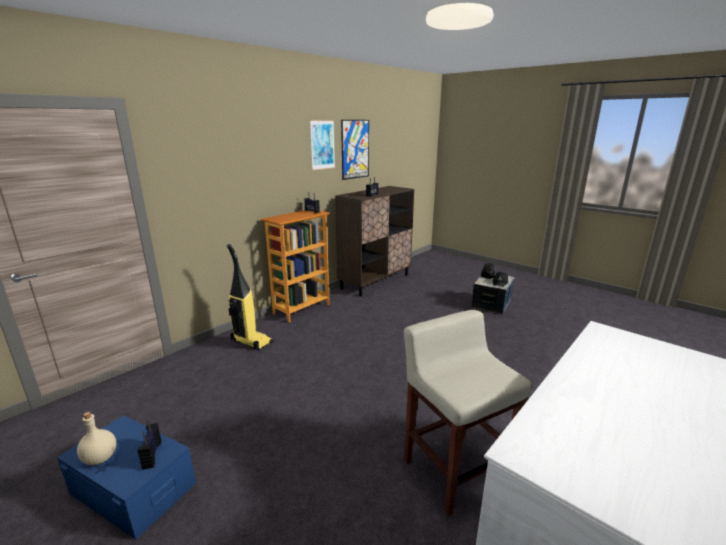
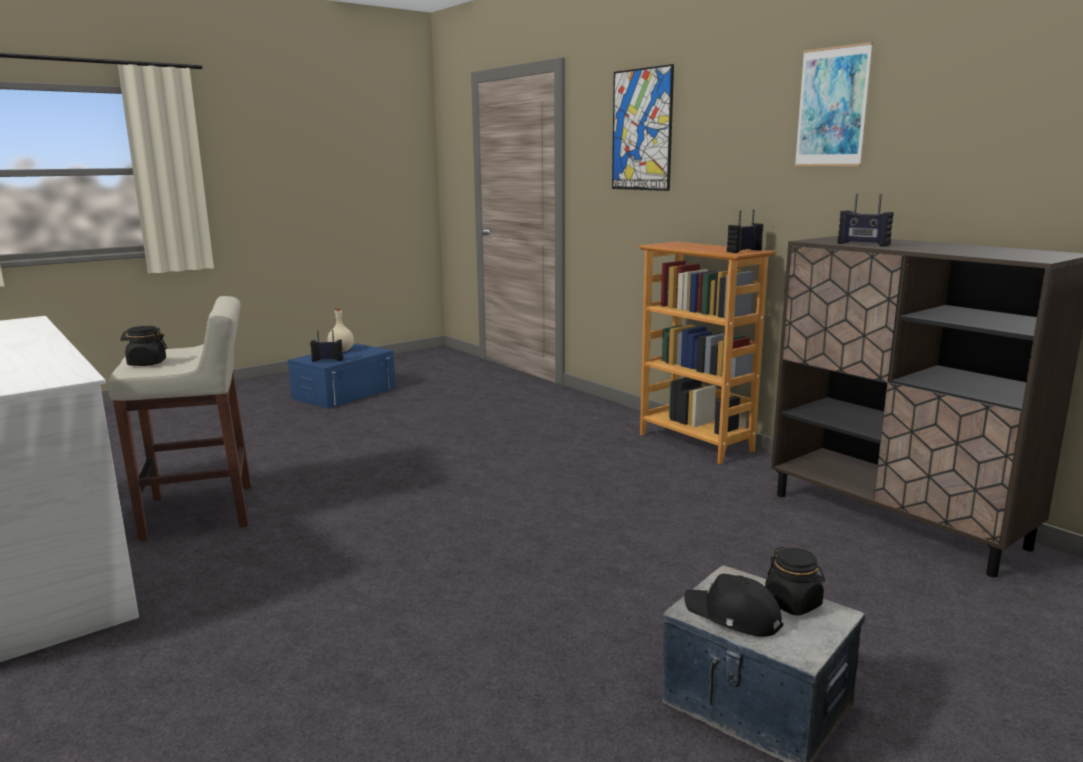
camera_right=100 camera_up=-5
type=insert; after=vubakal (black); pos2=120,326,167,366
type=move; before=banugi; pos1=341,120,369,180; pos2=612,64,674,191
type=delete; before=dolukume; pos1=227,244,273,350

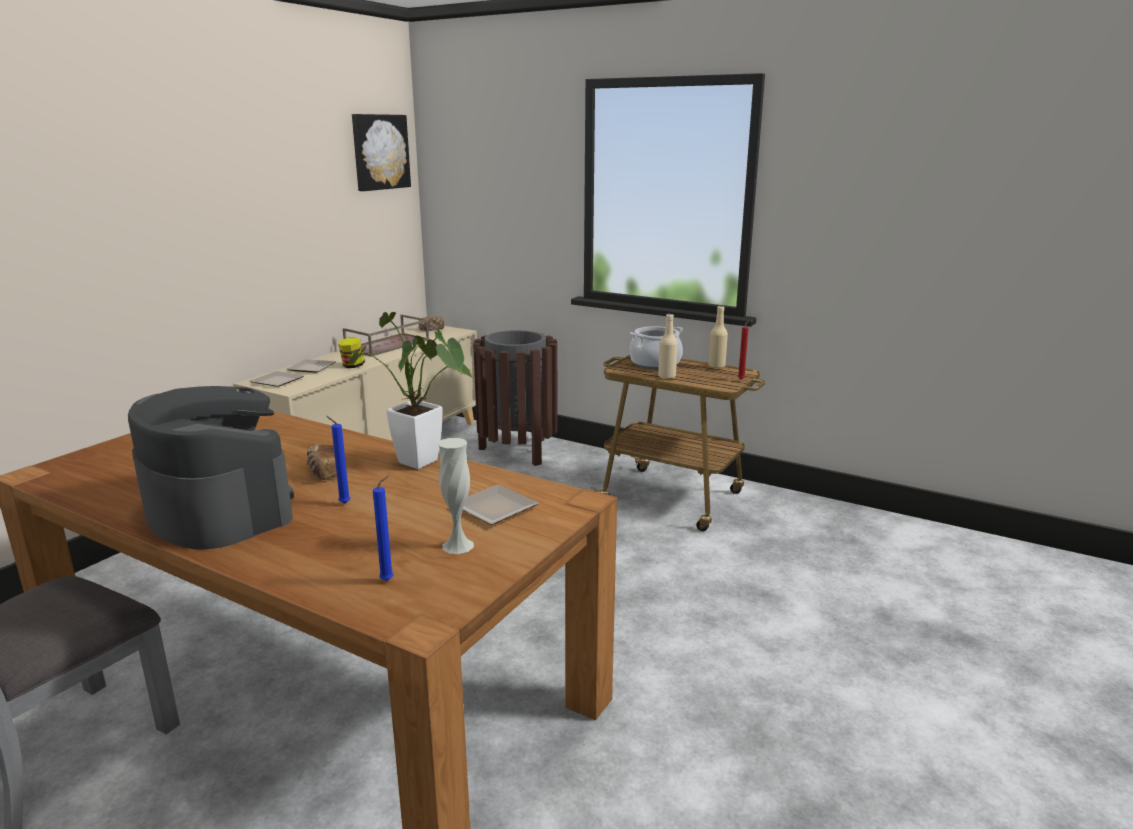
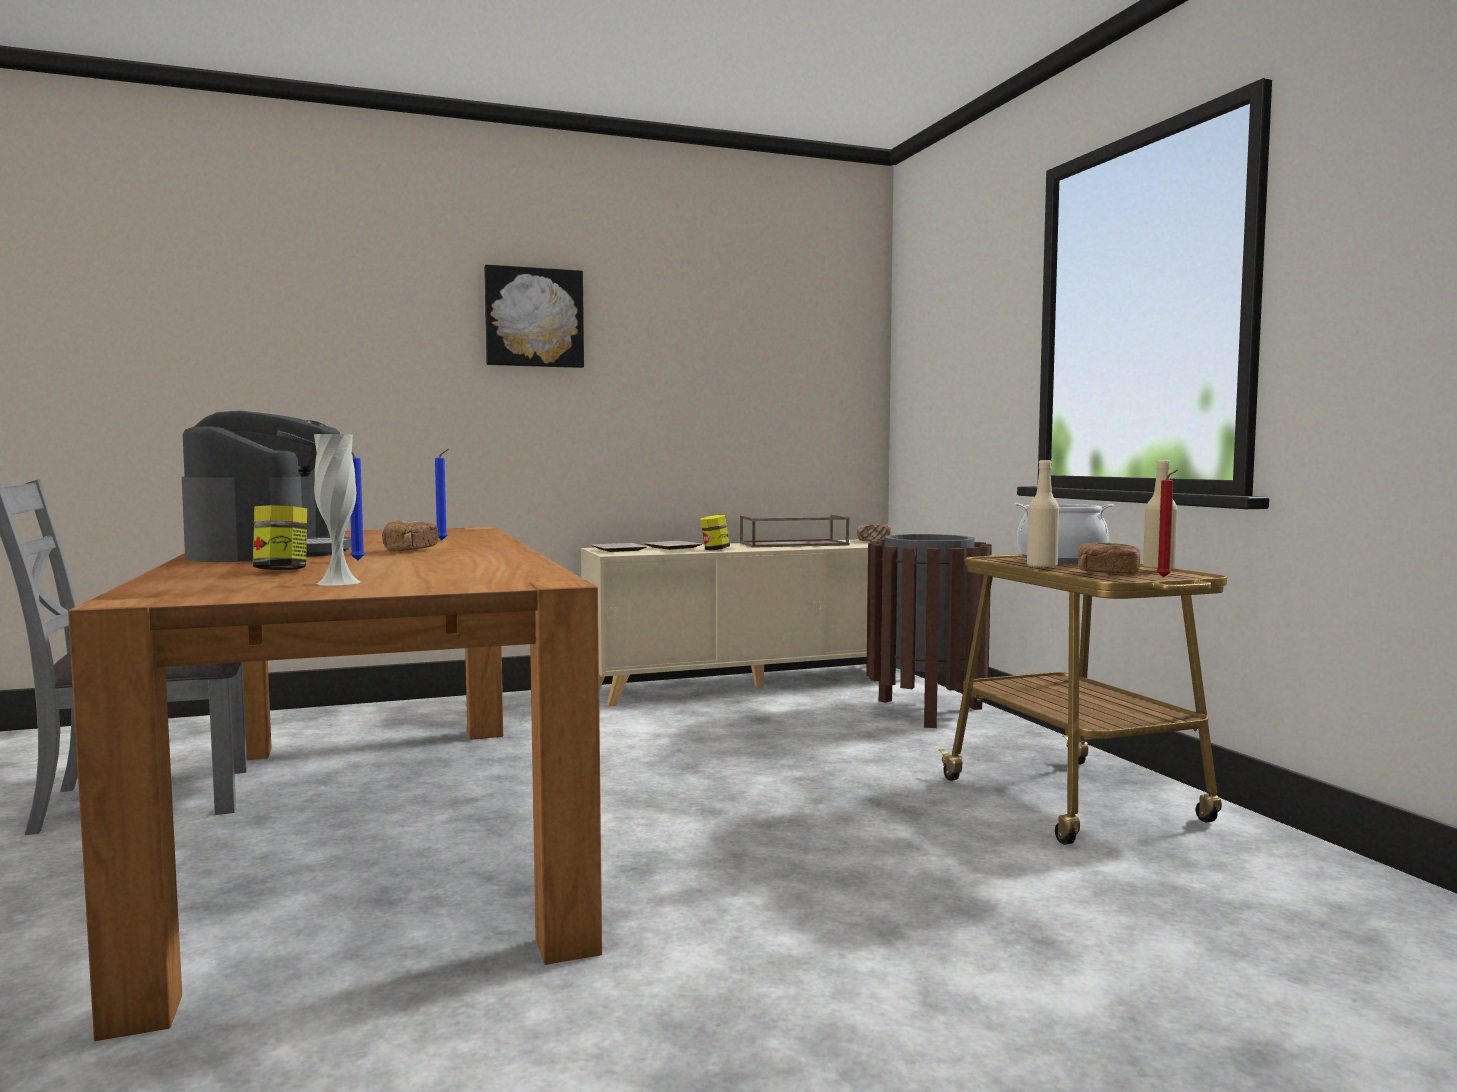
camera_right=40 camera_up=-15
type=insert; after=vubakal; pos2=253,505,307,570
type=move; before=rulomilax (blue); pos1=373,475,394,581; pos2=435,449,449,540
type=move; before=banugi; pos1=352,114,411,191; pos2=484,265,584,368
type=insert; after=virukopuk; pos2=1078,543,1141,574
type=delete; before=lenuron; pos1=349,312,474,469
type=delete; before=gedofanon; pos1=463,484,539,525

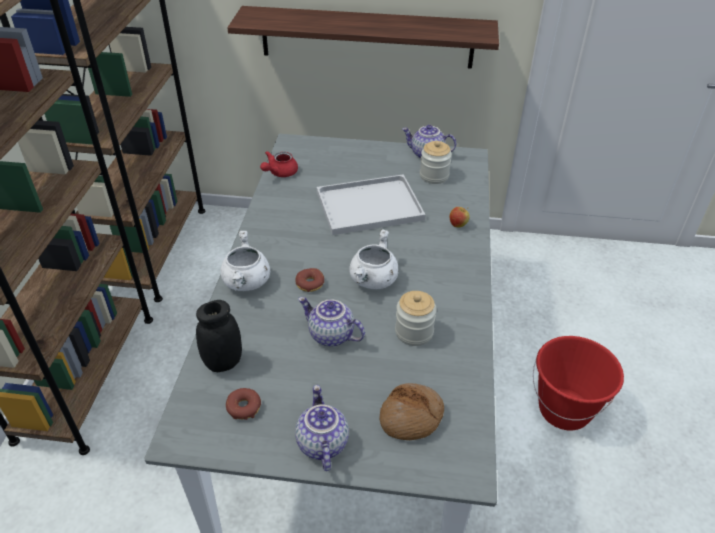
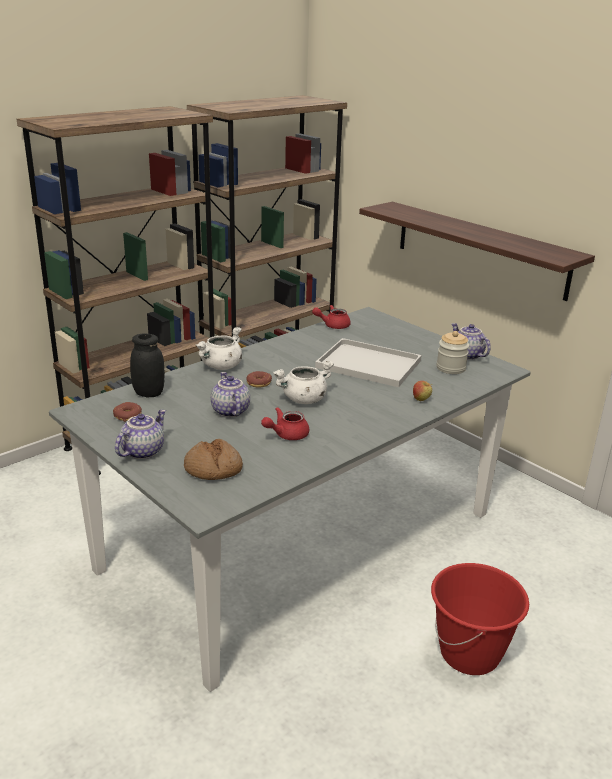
camera_right=40 camera_up=-15
type=replace; before=vubakal; after=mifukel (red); pos1=395,291,437,346; pos2=261,407,309,440

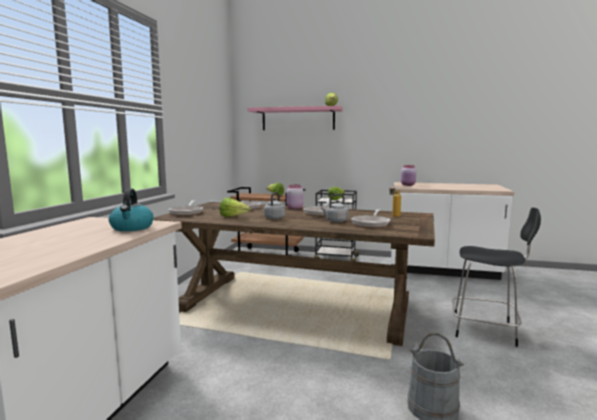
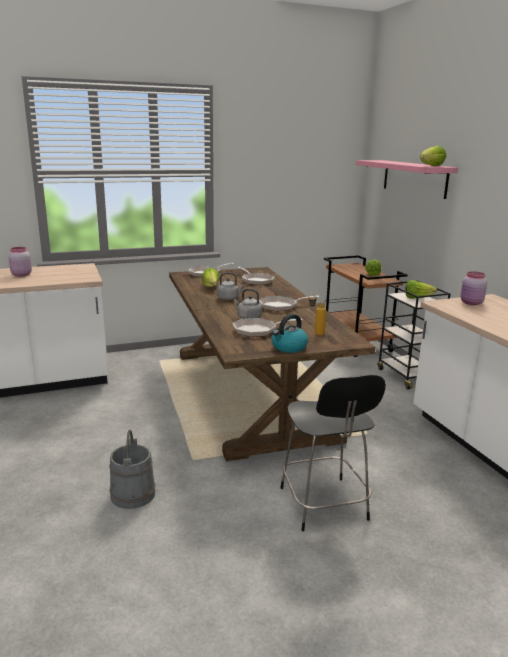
camera_right=55 camera_up=10
type=move; before=vubakal (pink); pos1=286,185,304,209; pos2=8,247,32,276
type=move; before=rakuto; pos1=109,189,154,231; pos2=271,314,308,353

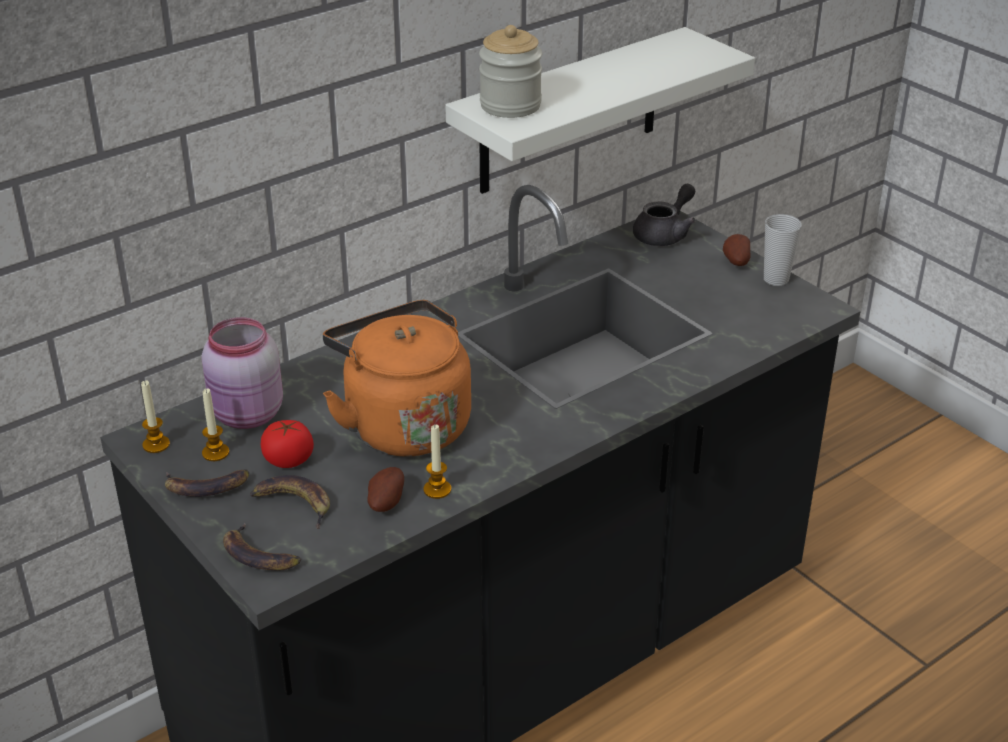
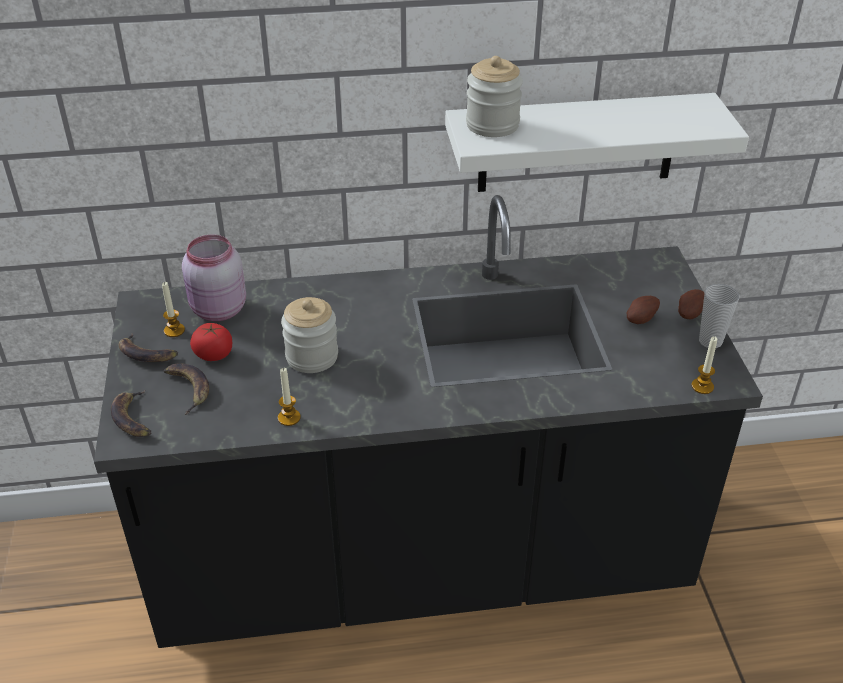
camera_right=30 camera_up=5
type=replace; before=rakuto (orange); after=vubakal; pos1=323,300,471,456; pos2=281,297,338,373
type=move; before=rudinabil; pos1=367,467,404,512; pos2=627,296,660,324
type=move; before=rulomilax; pos1=141,380,170,453; pos2=691,336,718,394
type=delete; before=mifukel (grey); pos1=633,184,696,246

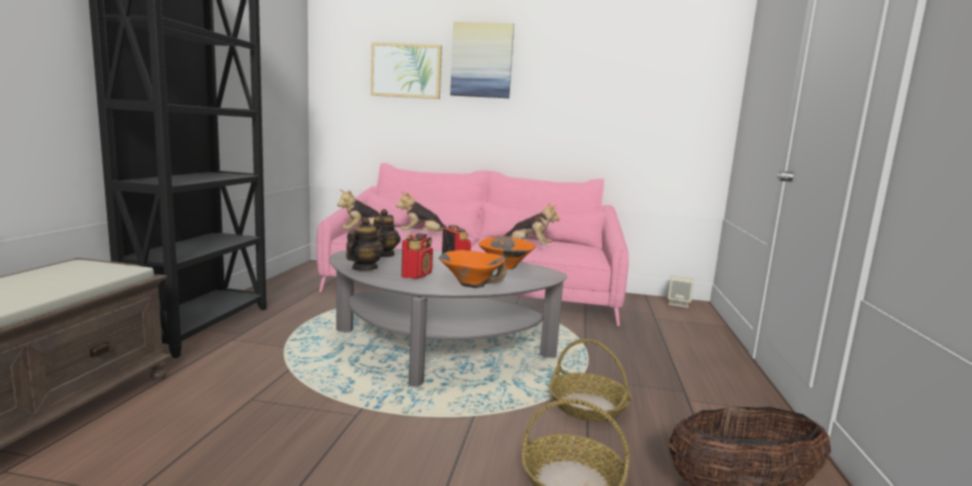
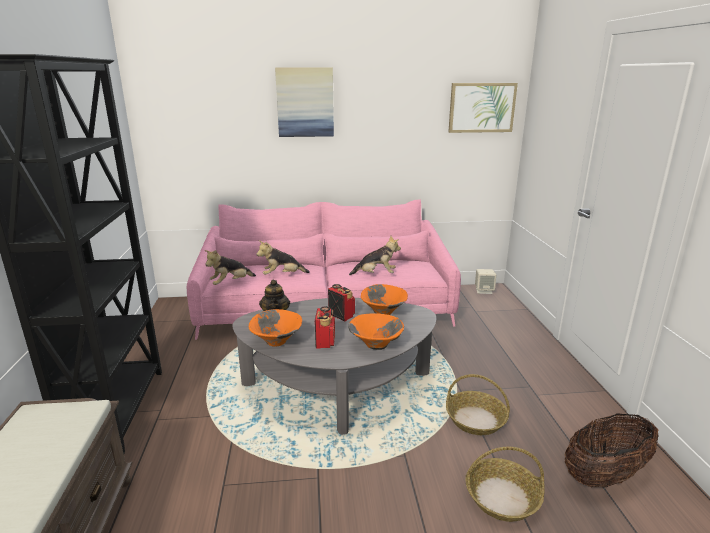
camera_right=-15 camera_up=10
type=replace; before=mifukel; after=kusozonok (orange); pos1=346,218,383,271; pos2=249,309,302,346
type=move; before=banugi; pos1=371,42,442,99; pos2=448,83,518,133

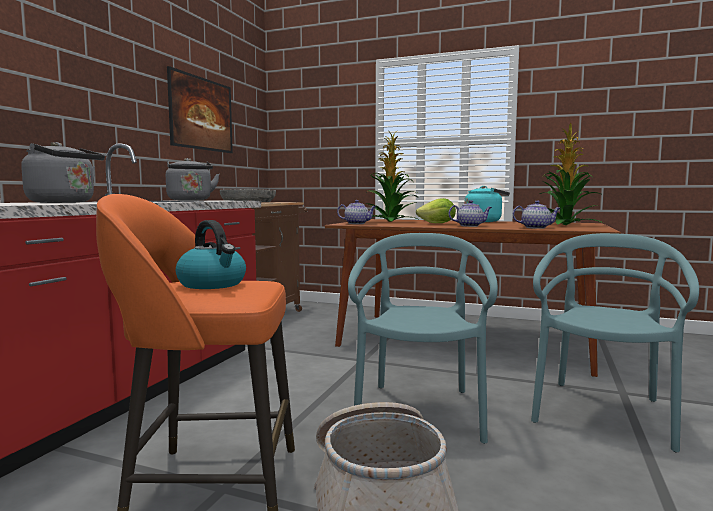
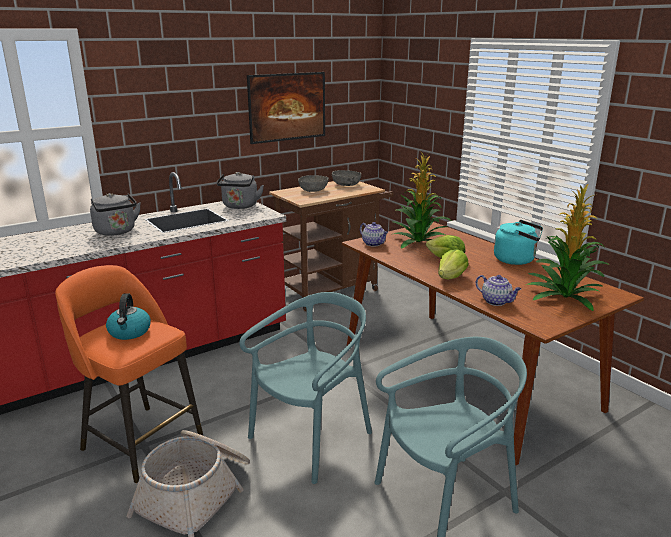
camera_right=35 camera_up=15
type=replace; before=mifukel; after=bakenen; pos1=448,200,492,227; pos2=438,249,468,279

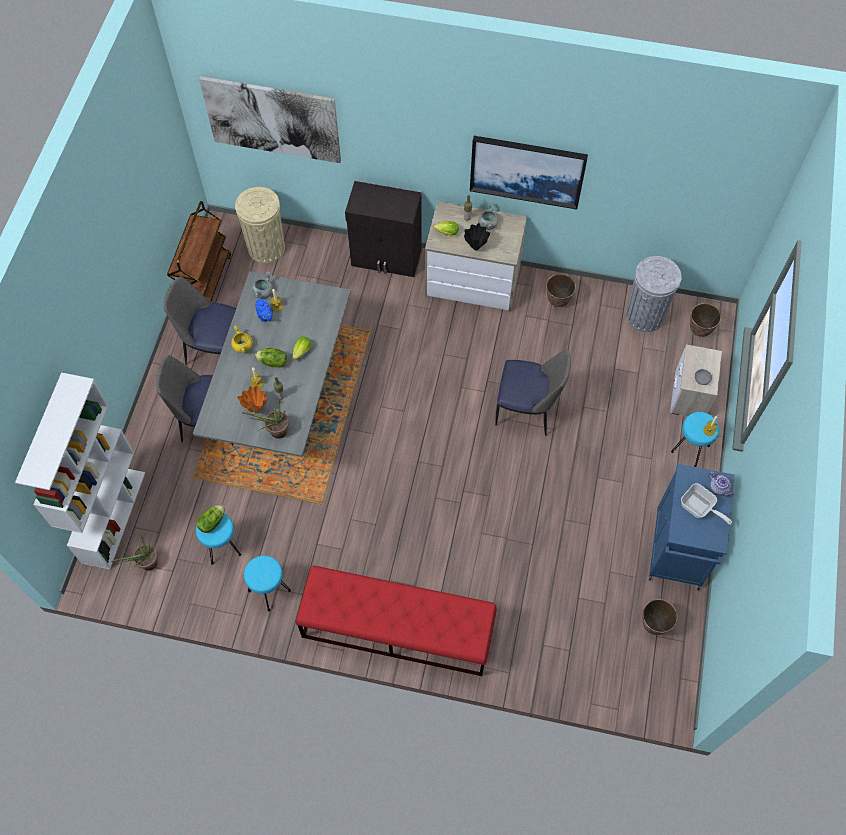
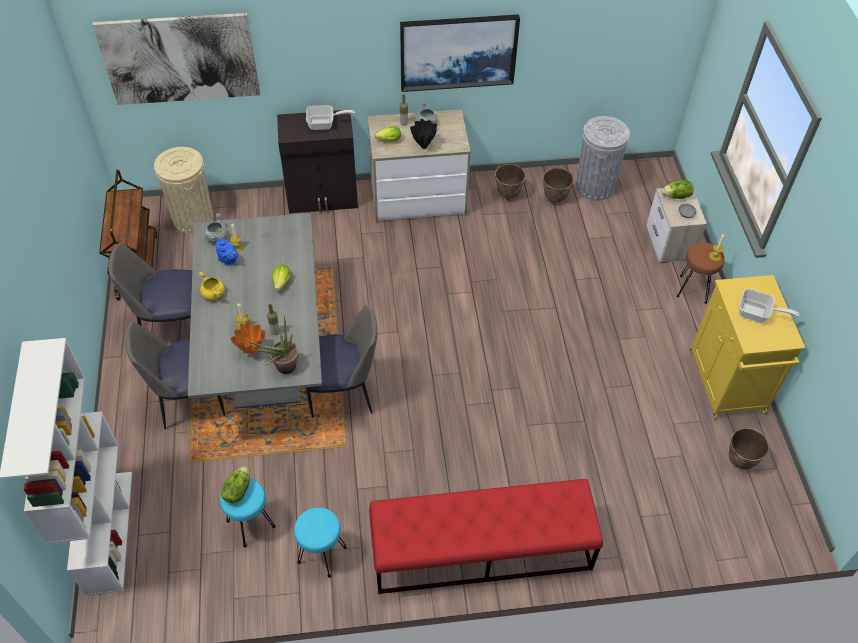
camera_right=-20 camera_up=-10
type=insert; after=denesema; pos2=306,105,355,130
type=move; before=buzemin; pos1=495,350,571,436; pos2=306,305,377,418
type=move; before=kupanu; pos1=690,303,721,337; pos2=543,168,574,203
type=move; before=bakenen; pos1=255,348,287,367; pos2=662,180,694,199
type=recolor; before=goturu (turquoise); after=goturu (brown); pos1=671,412,719,467; pos2=677,243,725,304
type=recolor; before=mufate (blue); after=mufate (yellow); pos1=649,464,734,590; pos2=690,275,806,420
type=delete; before=lenuron; pos1=111,534,158,571
type=delete; before=mifukel; pos1=709,472,734,496

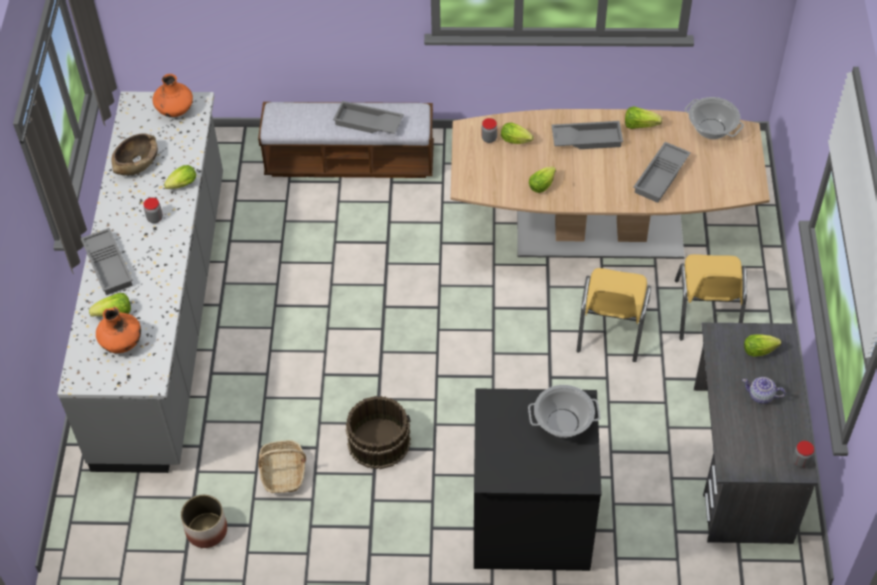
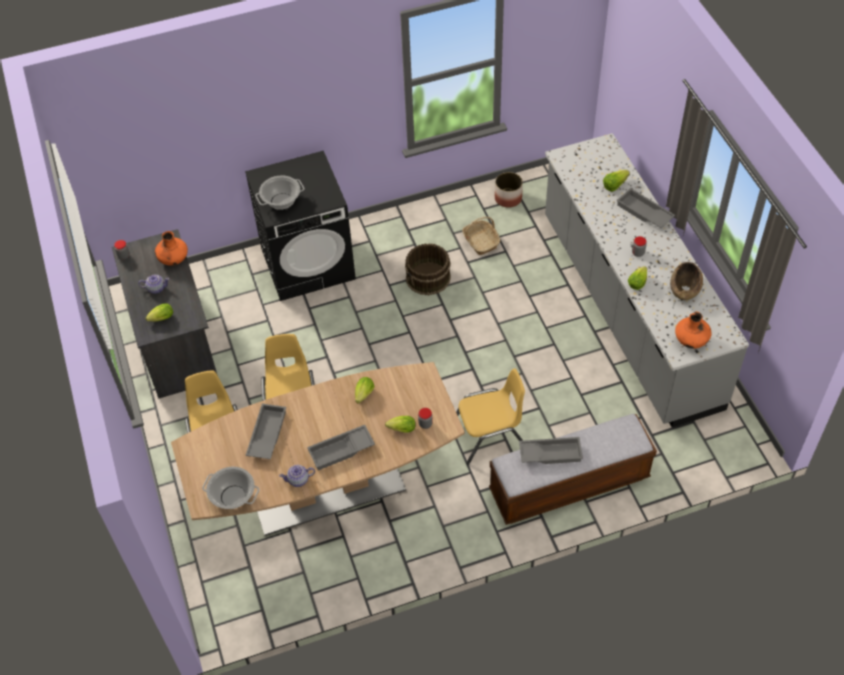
camera_right=160 camera_up=0
type=move; before=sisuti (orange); pos1=96,307,141,353; pos2=155,231,188,266
type=replace; before=bakenen; after=mifukel; pos1=625,106,662,129; pos2=279,465,315,487
type=insert; after=buzemin (yellow); pos2=456,369,525,465

